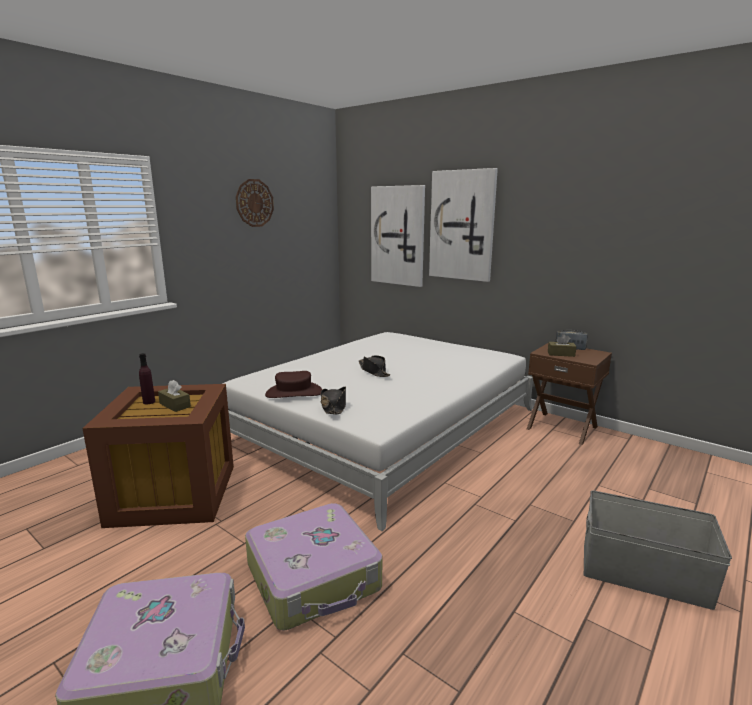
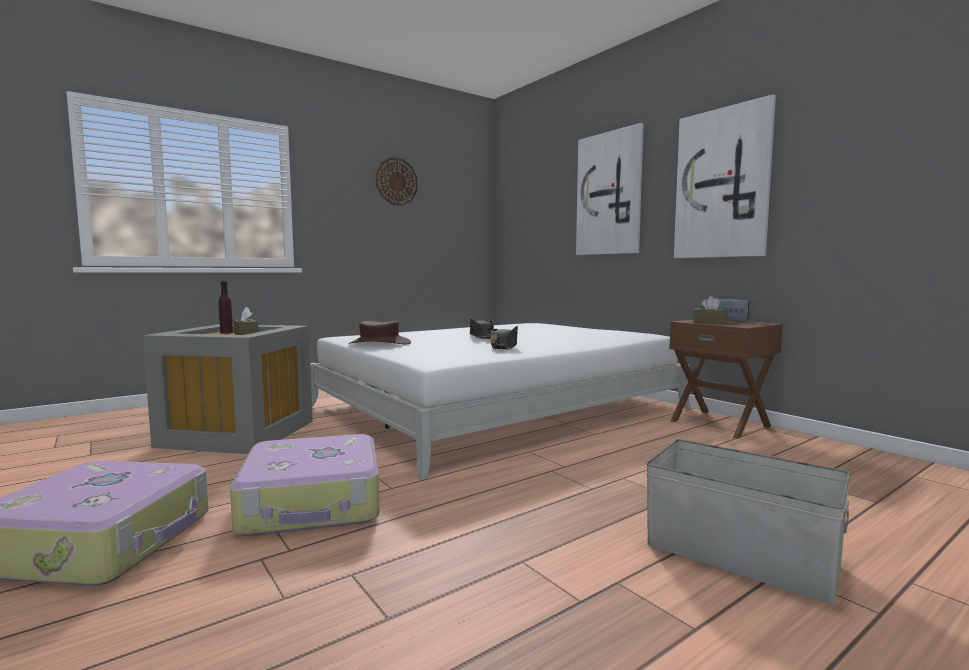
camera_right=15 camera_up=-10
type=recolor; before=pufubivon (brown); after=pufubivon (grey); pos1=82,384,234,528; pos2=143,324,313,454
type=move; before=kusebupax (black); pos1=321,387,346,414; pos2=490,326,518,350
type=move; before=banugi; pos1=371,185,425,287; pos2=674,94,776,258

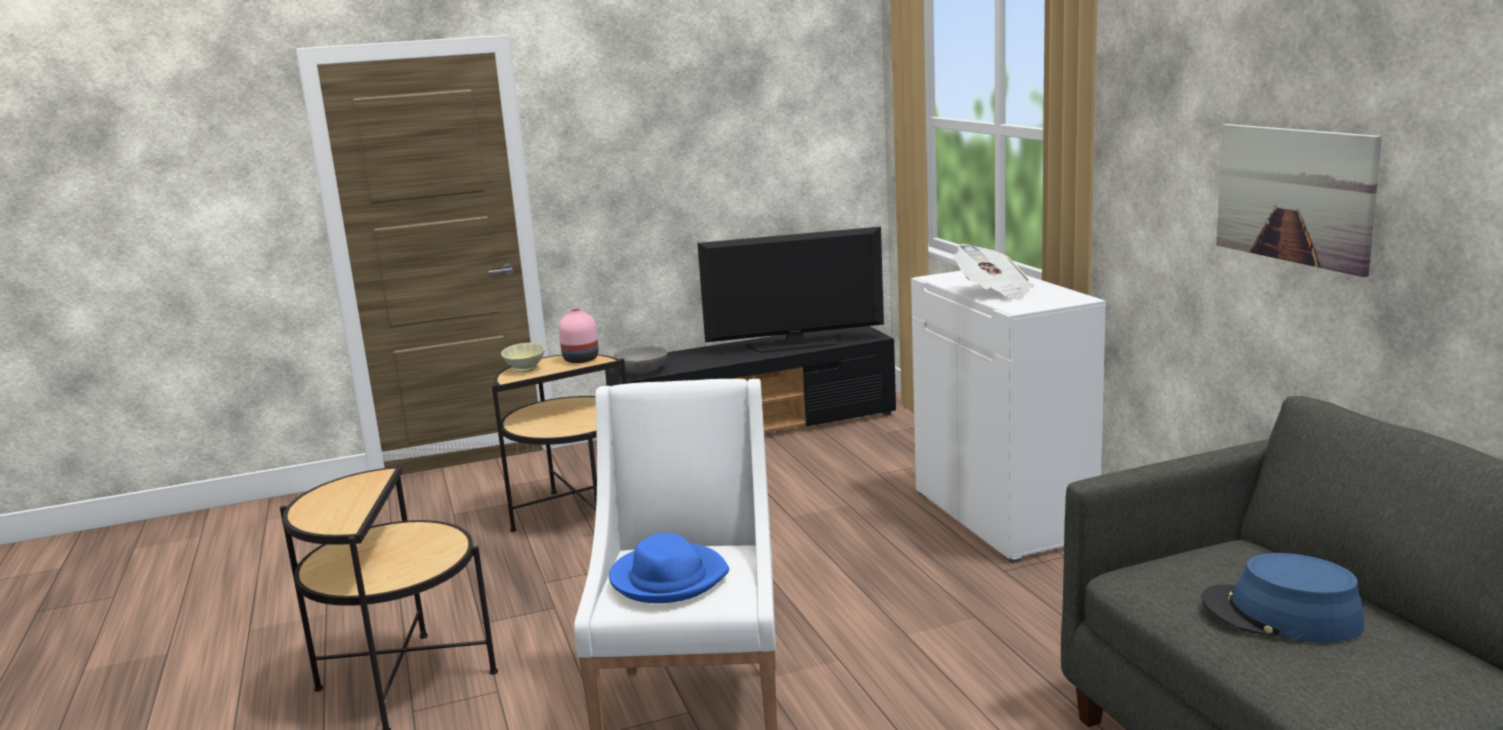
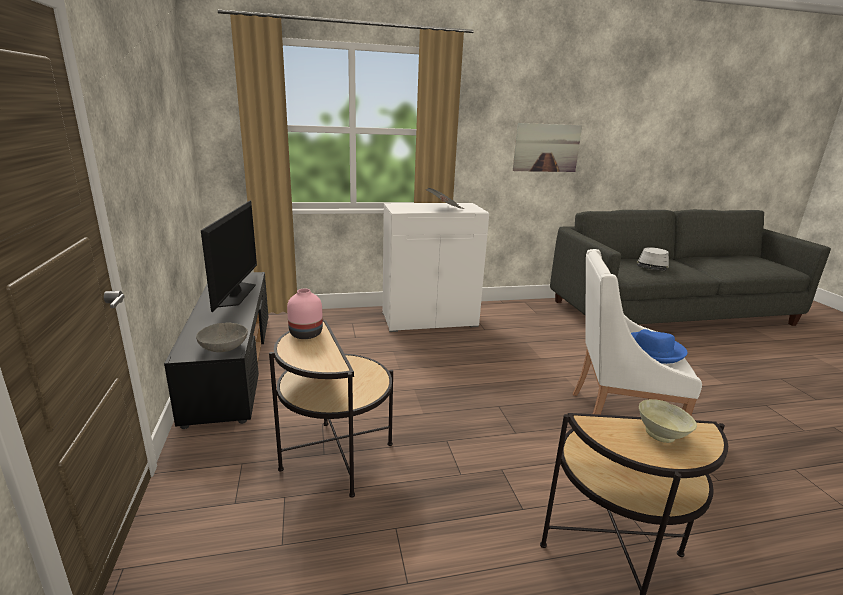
camera_right=-85 camera_up=5
type=recolor; before=kusebupax (blue); after=kusebupax (grey); pos1=1201,553,1365,642; pos2=637,247,669,271
type=move; before=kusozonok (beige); pos1=501,343,545,373; pos2=639,399,697,443

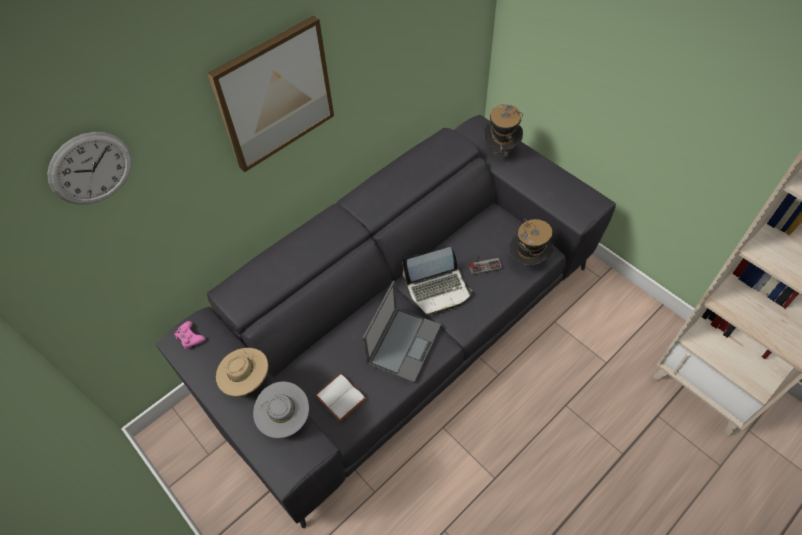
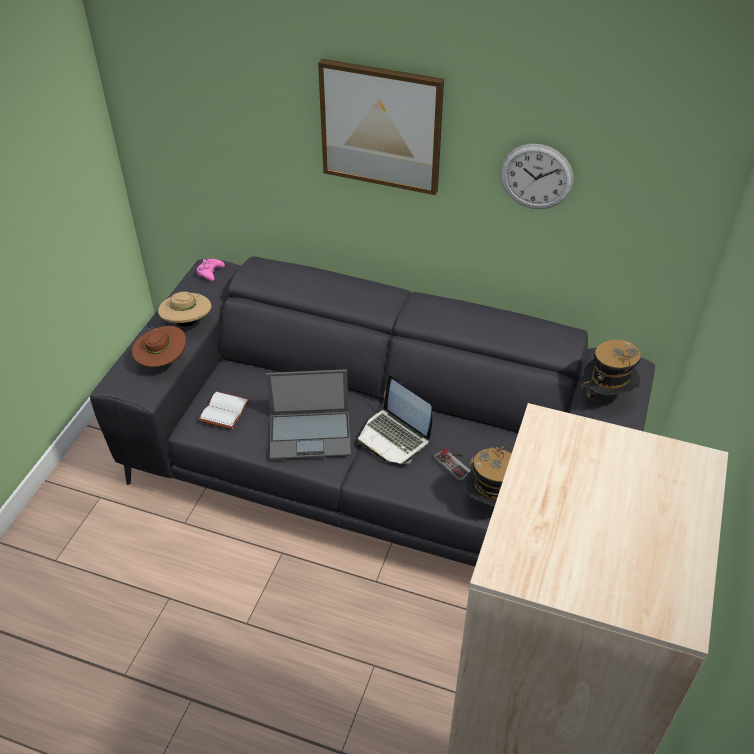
camera_right=60 camera_up=-10
type=recolor; before=kusebupax (grey); after=kusebupax (brown); pos1=253,381,309,438; pos2=132,326,186,367
type=move; before=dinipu; pos1=47,132,132,205; pos2=500,144,573,209

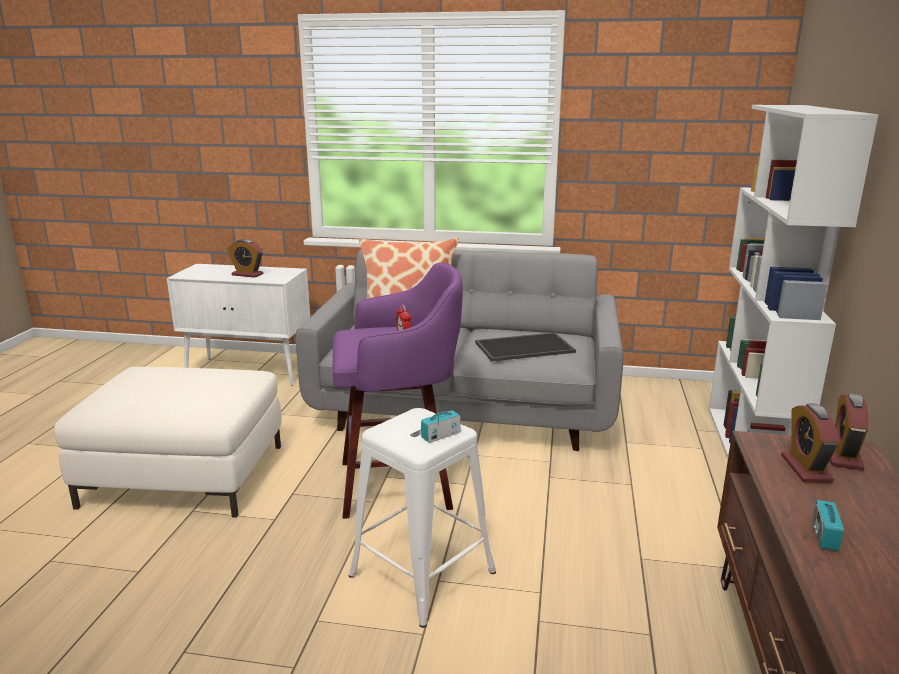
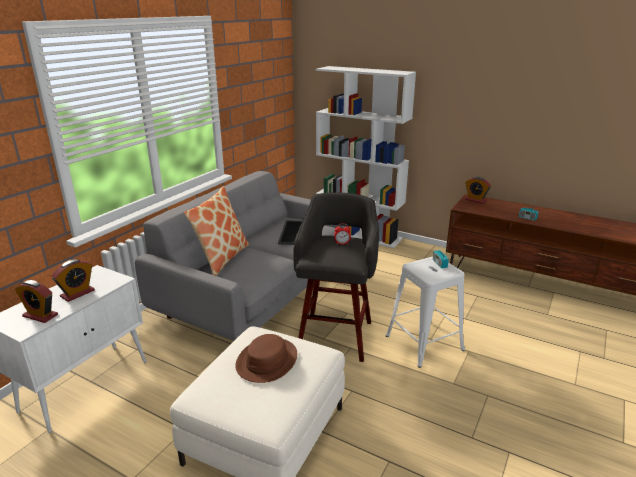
camera_right=-70 camera_up=5
type=move; before=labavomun; pos1=781,404,840,483; pos2=15,280,58,323
type=insert; after=kusebupax (brown); pos2=235,334,297,383
type=recolor; before=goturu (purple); after=goturu (grey); pos1=332,263,463,519; pos2=293,192,379,362

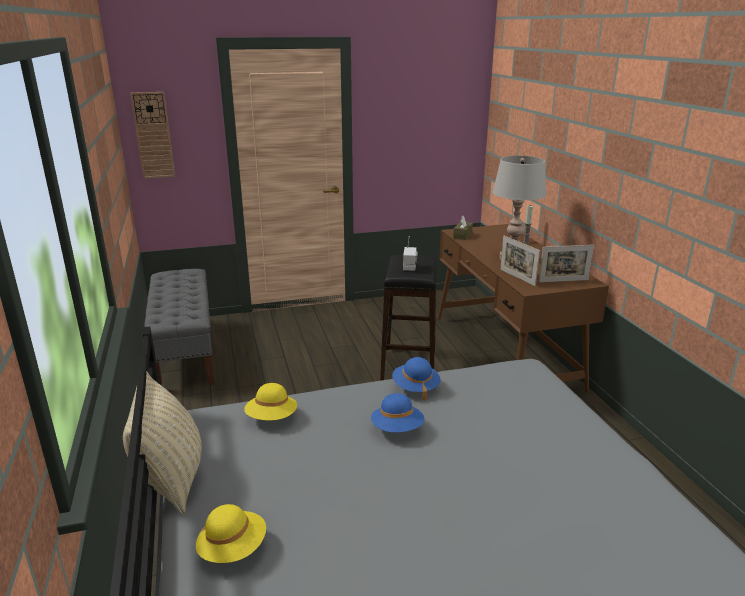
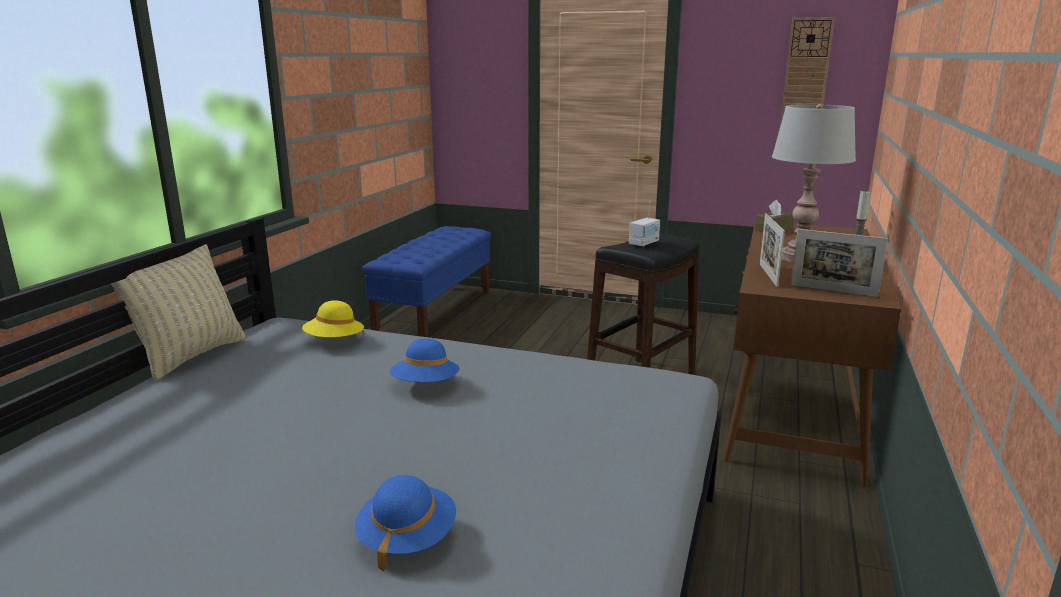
camera_right=35 camera_up=-5
type=move; before=kusebupax (blue); pos1=392,357,441,401; pos2=355,475,456,572
type=recolor; before=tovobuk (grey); after=tovobuk (blue); pos1=144,269,214,386; pos2=362,226,491,337
type=move; before=dinipu; pos1=130,92,175,179; pos2=780,17,835,126
type=delete; before=kusebupax (yellow); pos1=196,504,266,563

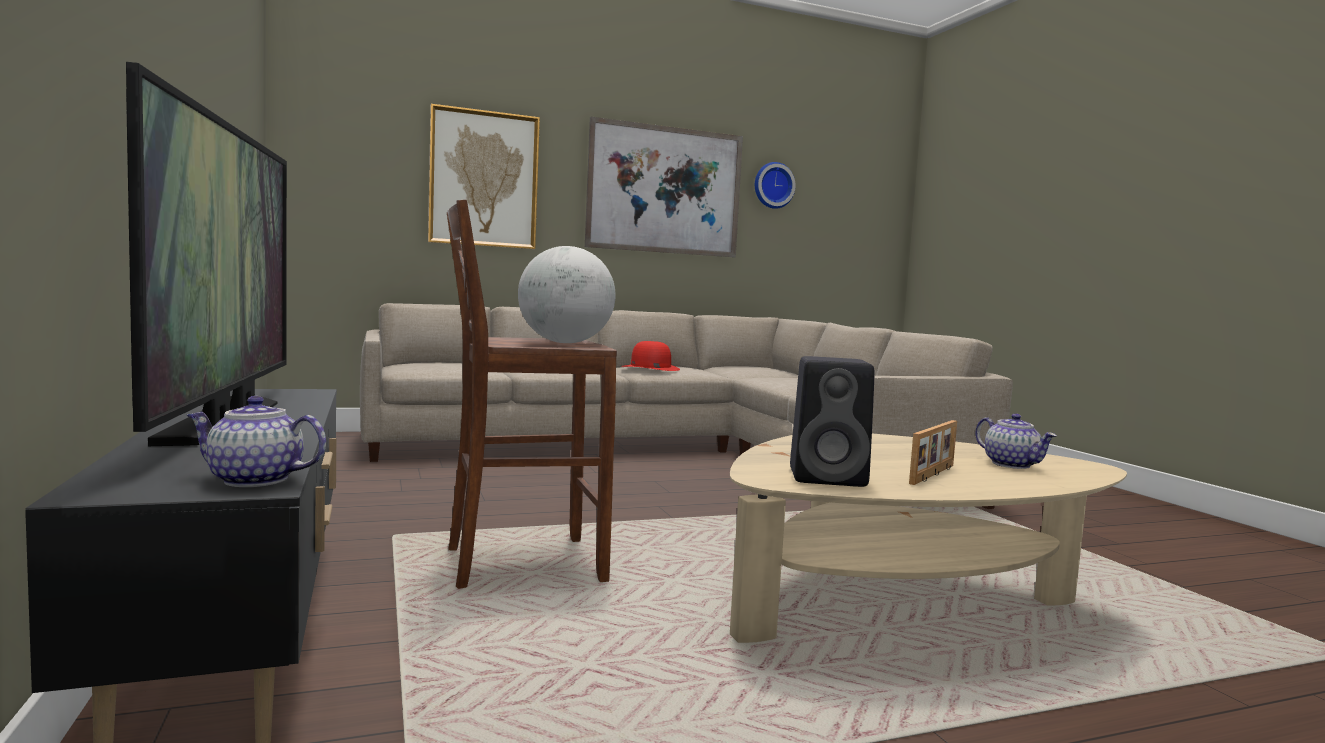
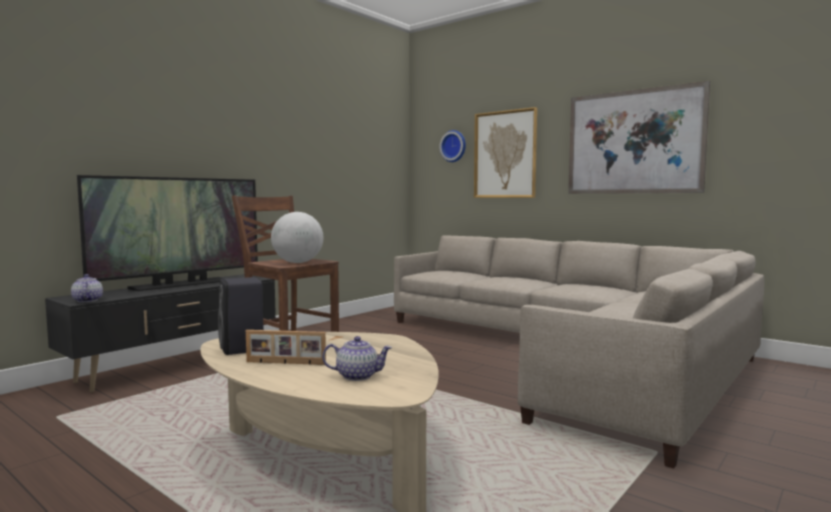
camera_right=60 camera_up=0
type=rotate; before=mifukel; pos1=975,414,1057,469; pos2=322,336,392,381; turn=-120
type=move; before=dinipu; pos1=755,162,796,209; pos2=439,130,466,162
type=delete; before=kusebupax (red); pos1=622,341,680,371

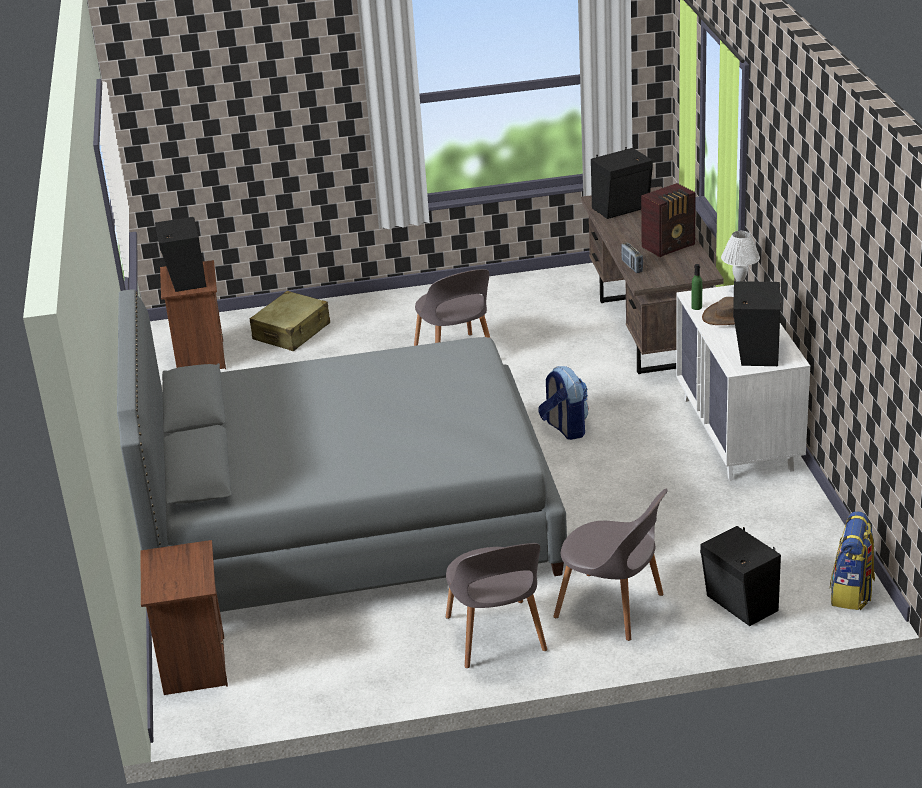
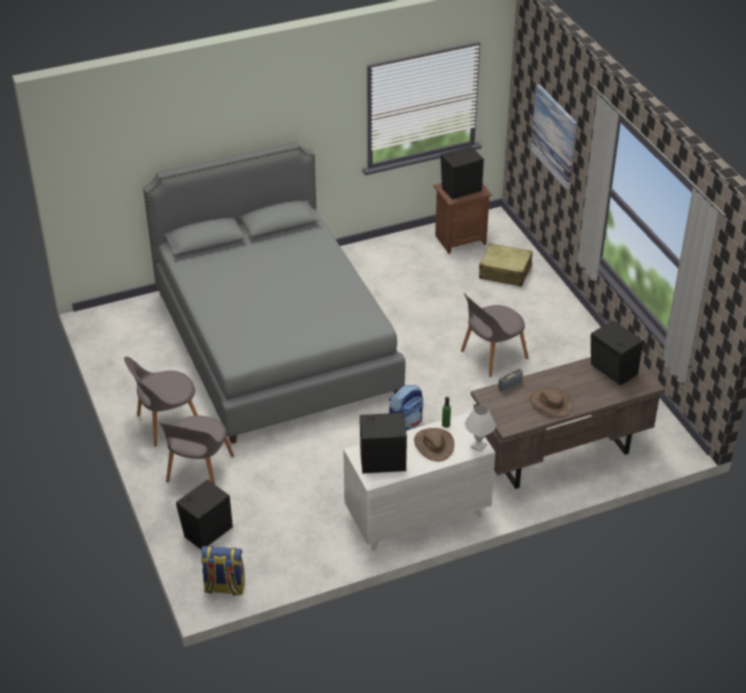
camera_right=75 camera_up=10
type=replace; before=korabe; after=kusebupax (brown); pos1=641,183,696,257; pos2=530,387,573,417
type=insert; after=banugi; pos2=531,84,577,190
type=delete; before=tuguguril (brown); pos1=140,540,228,695

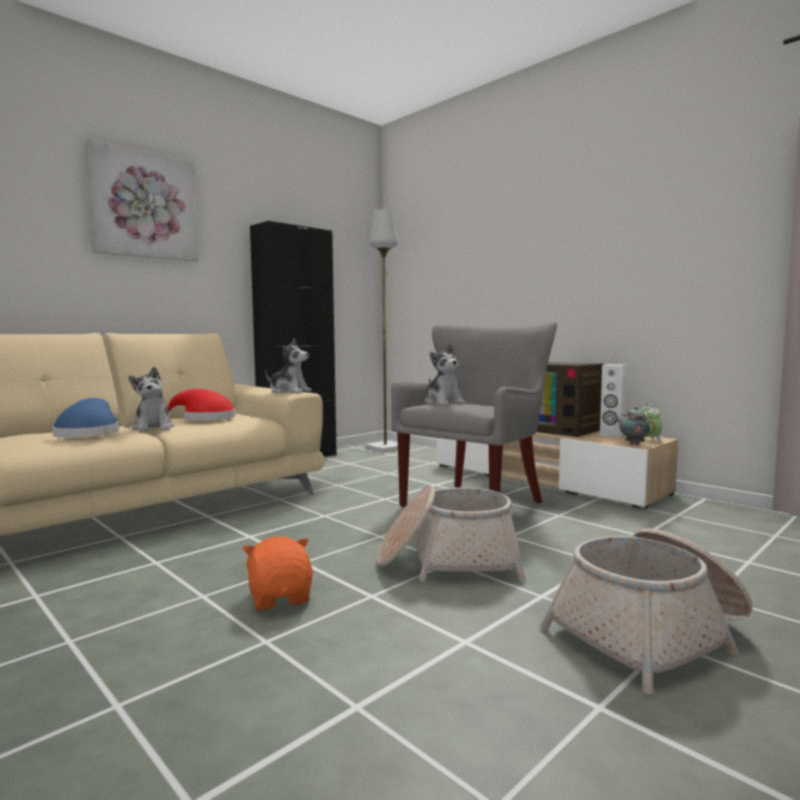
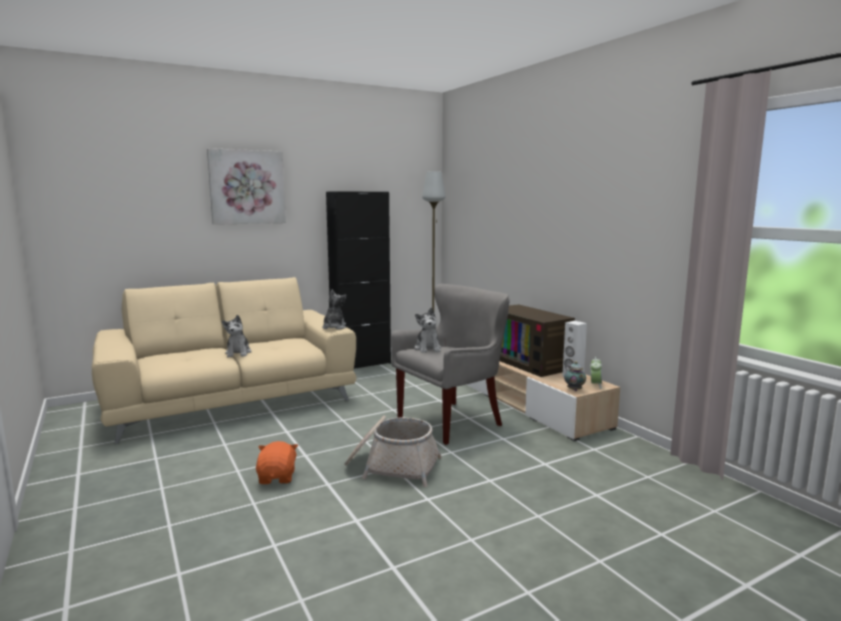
camera_right=15 camera_up=5
type=rotate; before=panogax; pos1=266,338,312,393; pos2=322,290,346,330; turn=-120
type=delete; before=kusebupax (blue); pos1=52,398,119,438
type=delete; before=kusebupax (red); pos1=168,389,236,421
type=delete; before=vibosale; pos1=540,528,752,694

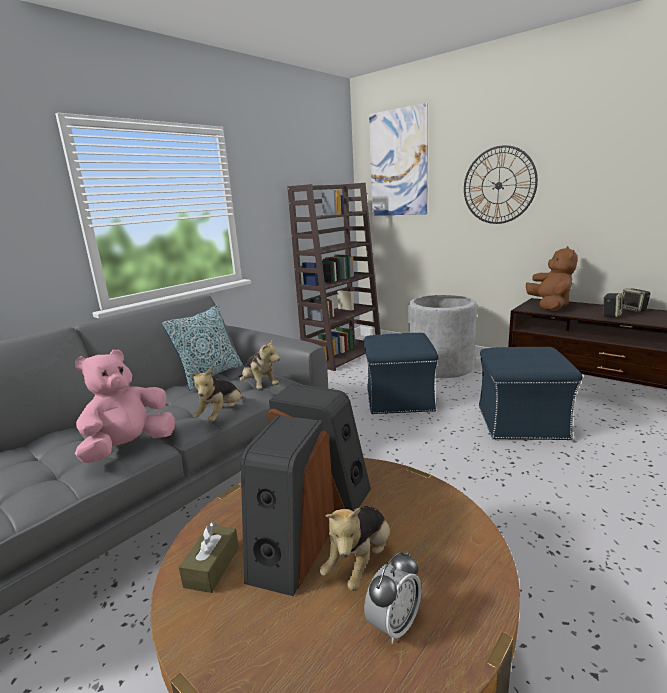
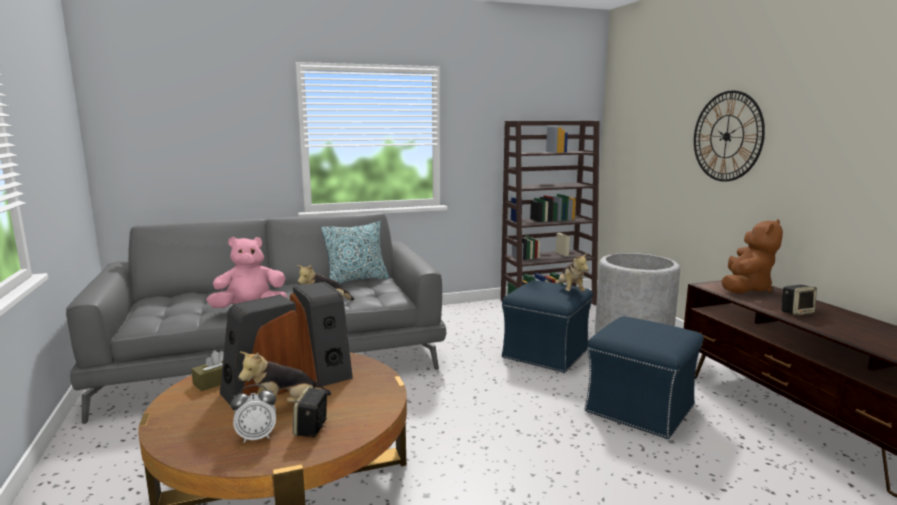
camera_right=30 camera_up=-5
type=move; before=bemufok; pos1=622,289,651,312; pos2=293,387,328,437
type=move; before=panogax; pos1=239,338,280,389; pos2=555,252,589,292
type=delete; before=banugi; pos1=369,103,428,216

